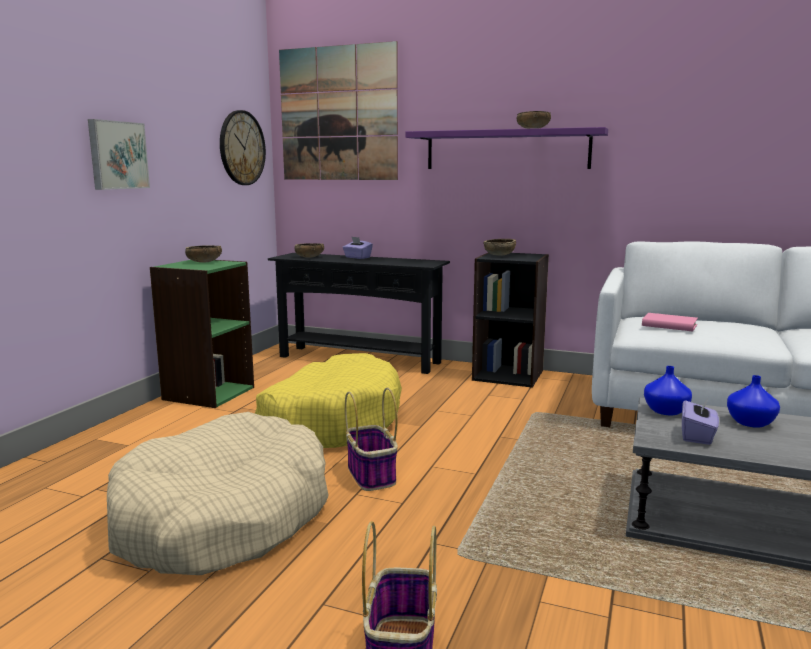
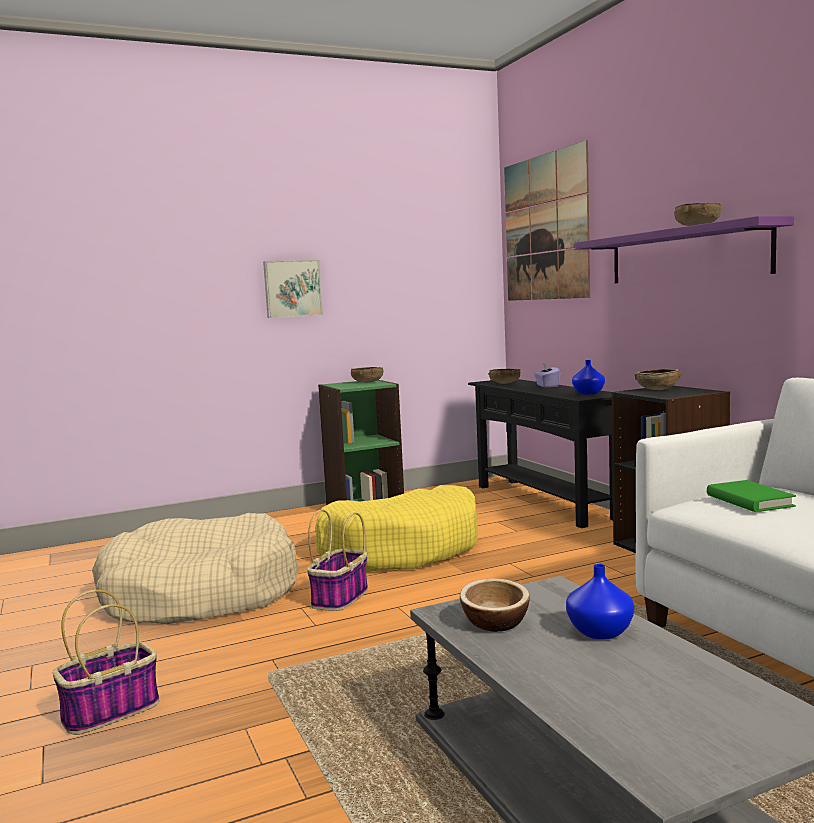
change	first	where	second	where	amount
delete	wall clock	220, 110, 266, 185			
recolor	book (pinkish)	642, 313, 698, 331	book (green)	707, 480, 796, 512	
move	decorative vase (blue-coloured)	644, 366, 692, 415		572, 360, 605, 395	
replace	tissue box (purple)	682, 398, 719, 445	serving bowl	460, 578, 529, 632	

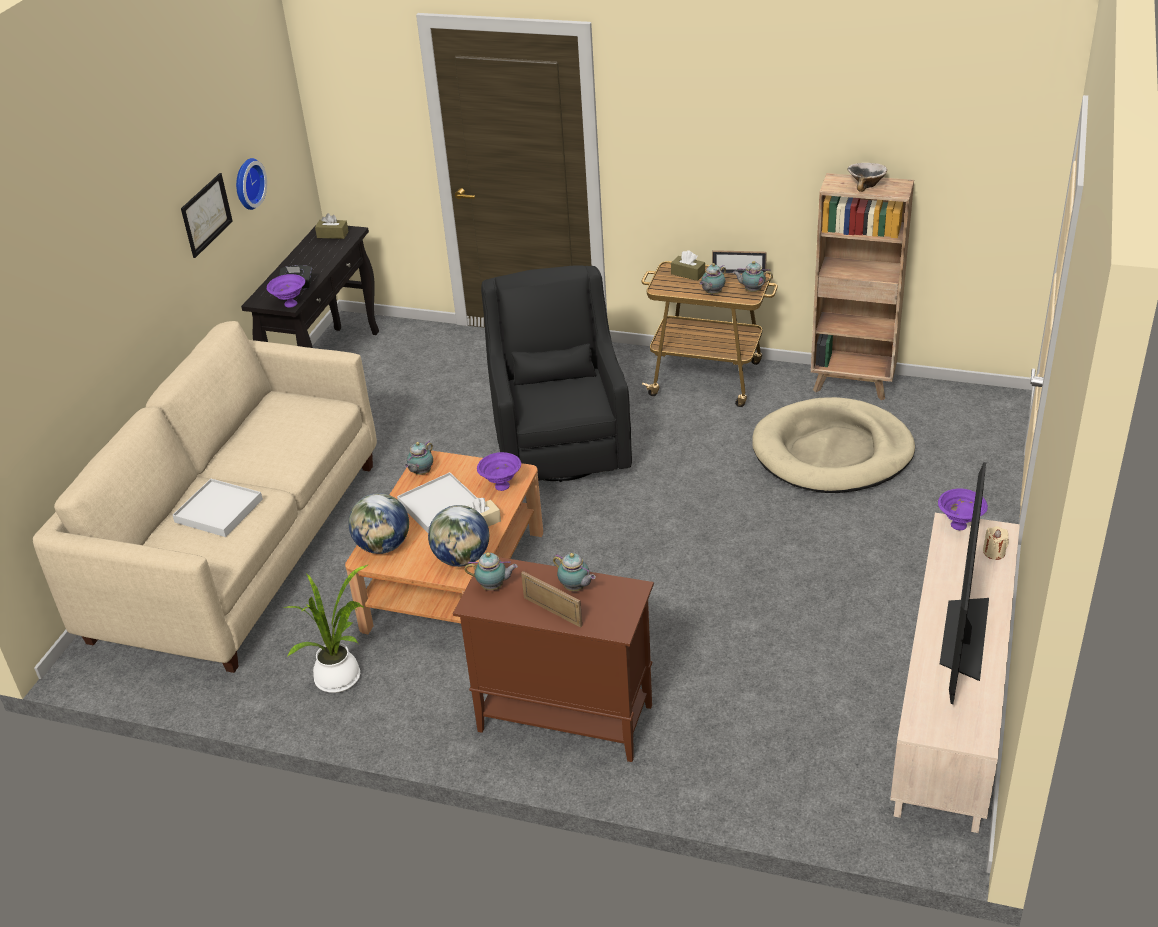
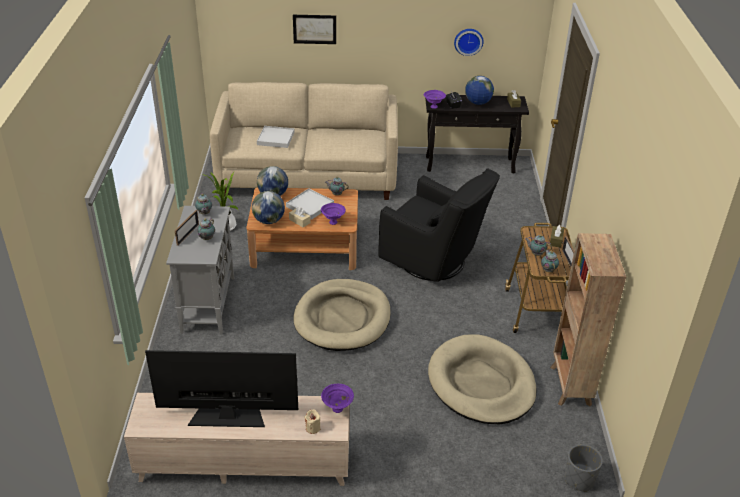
change	first	where	second	where	amount
delete	serving bowl	847, 163, 887, 192			
move	picture	181, 173, 233, 258		293, 15, 336, 44	
rotate	easy chair (black-coloured)	481, 266, 632, 482		378, 168, 500, 282	60 degrees clockwise
recolor	storage cabinet (brown-coloured)	453, 557, 654, 762	storage cabinet (gray)	166, 206, 234, 334	
insert			globe	465, 76, 494, 105	
insert			dog bed (sand-coloured)	293, 279, 391, 351	
insert			plant pot (gray)	565, 444, 603, 492	

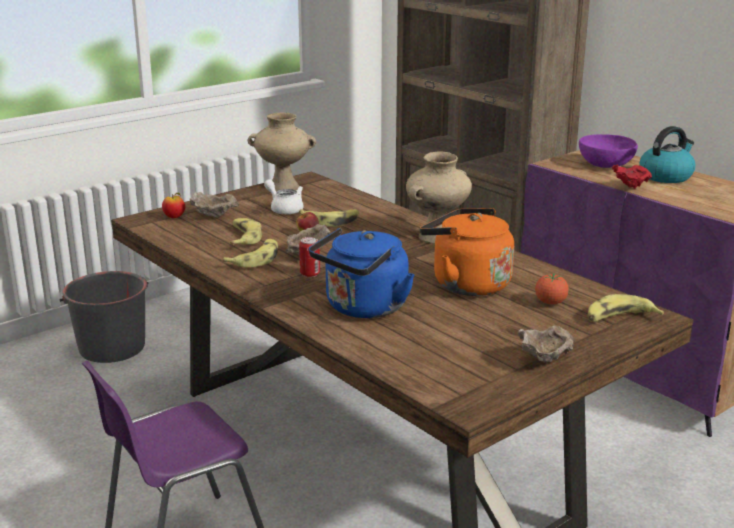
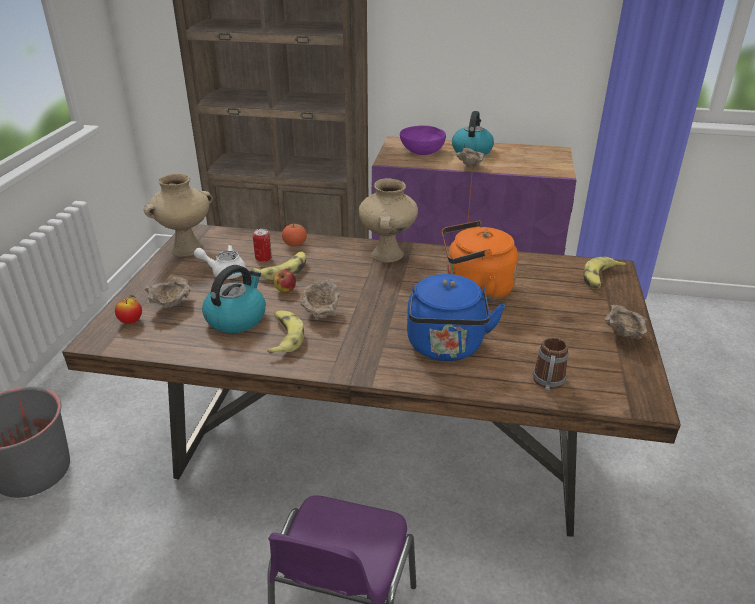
change	first	where	second	where	amount
recolor	serving bowl (red)	612, 165, 652, 189	serving bowl (sand-coloured)	456, 148, 486, 167	
replace	whole banana	230, 218, 262, 245	water kettle	202, 265, 266, 333	
move	sealed can	299, 237, 320, 277		253, 229, 272, 262	
move	tomato	535, 273, 569, 305		282, 223, 307, 247	
insert			tea mug	533, 337, 569, 391	

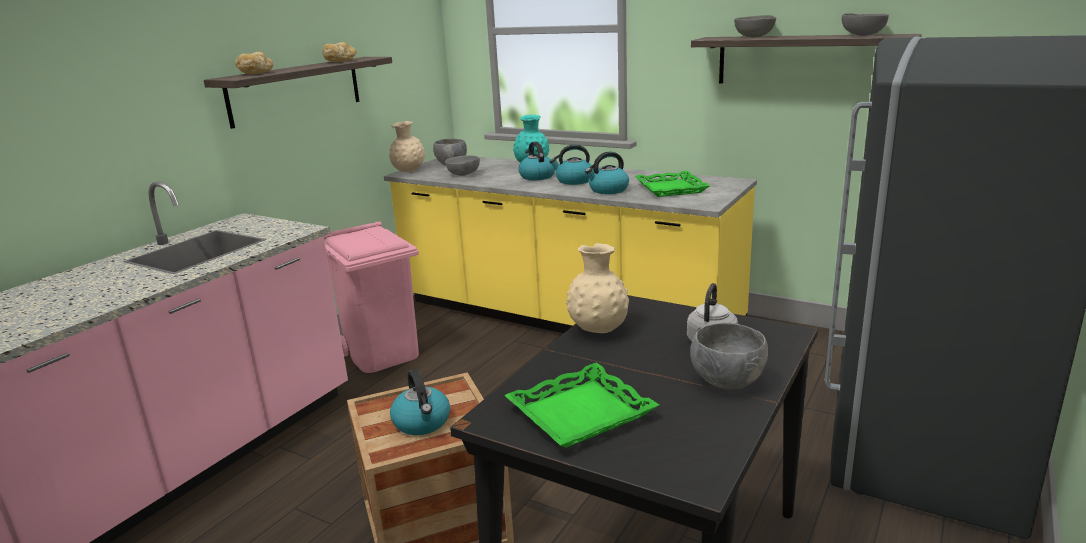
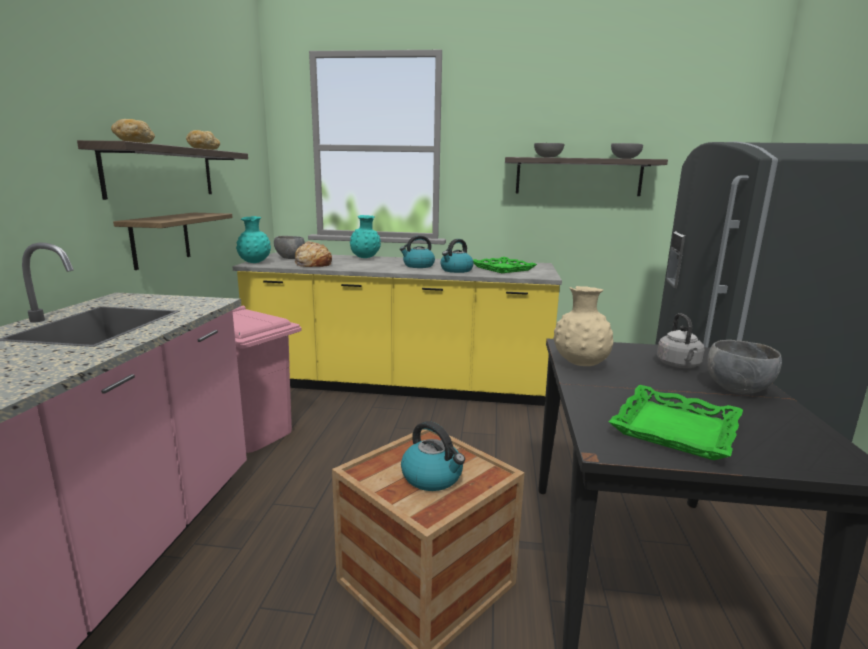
change	first	where	second	where	amount
recolor	decorative vase (sand-coloured)	389, 121, 425, 172	decorative vase (blue-green)	236, 216, 271, 263	
delete	water kettle	518, 141, 555, 180			
replace	serving bowl (gray)	445, 155, 480, 176	bakery bread	295, 241, 332, 267	
insert			shelf	113, 213, 233, 270	

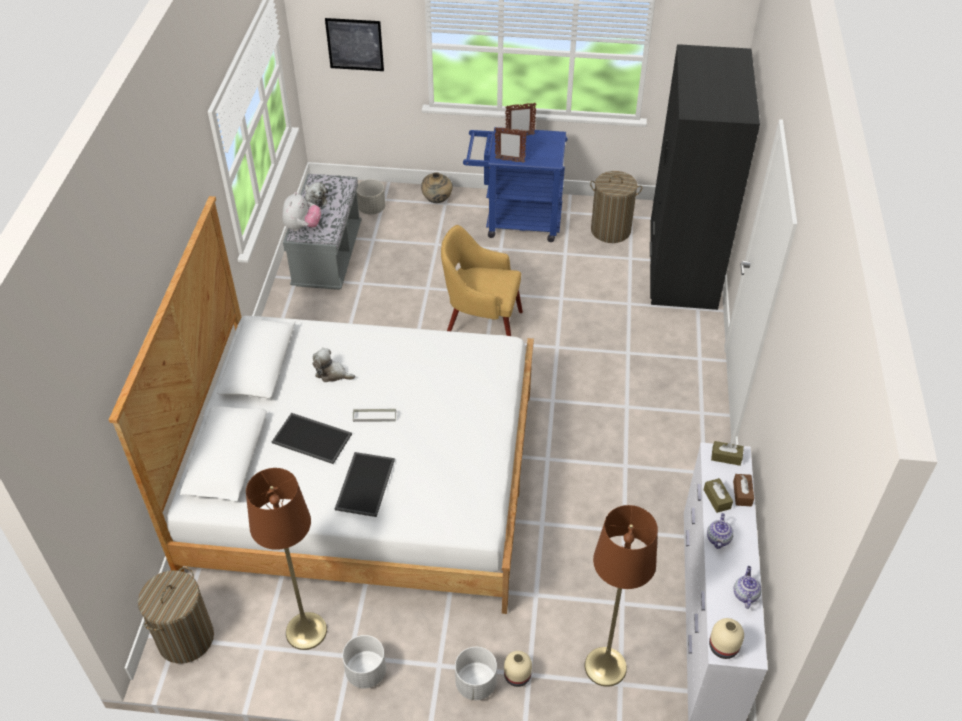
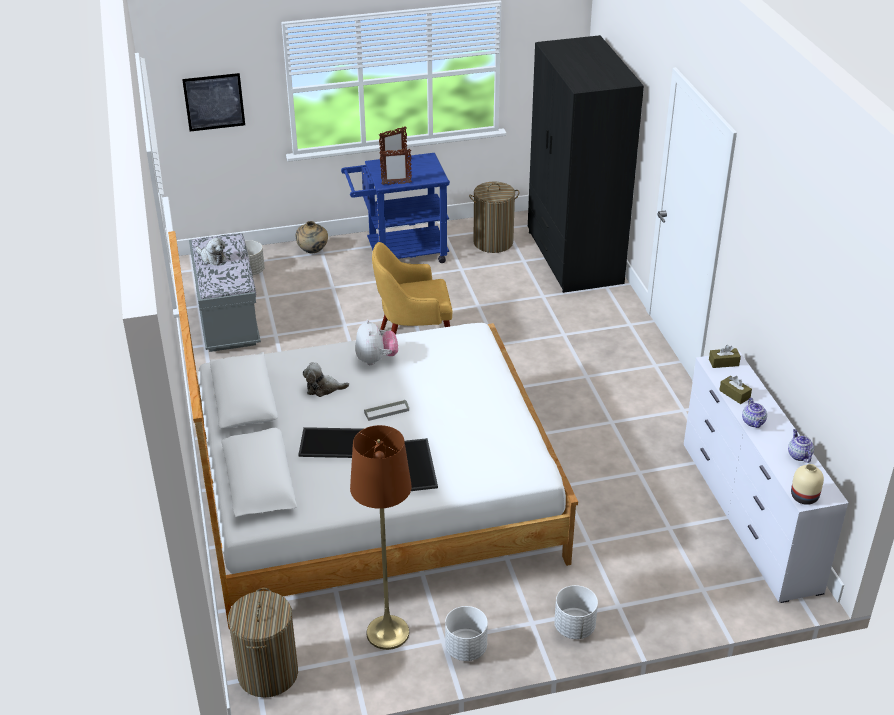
change	first	where	second	where	amount
move	plush toy	282, 192, 321, 231		355, 319, 398, 365	
delete	tissue box (brown-coloured)	733, 474, 754, 506			
delete	standard lamp (brown-coloured)	585, 505, 658, 687			
delete	decorative vase (sand-coloured)	504, 651, 532, 687			

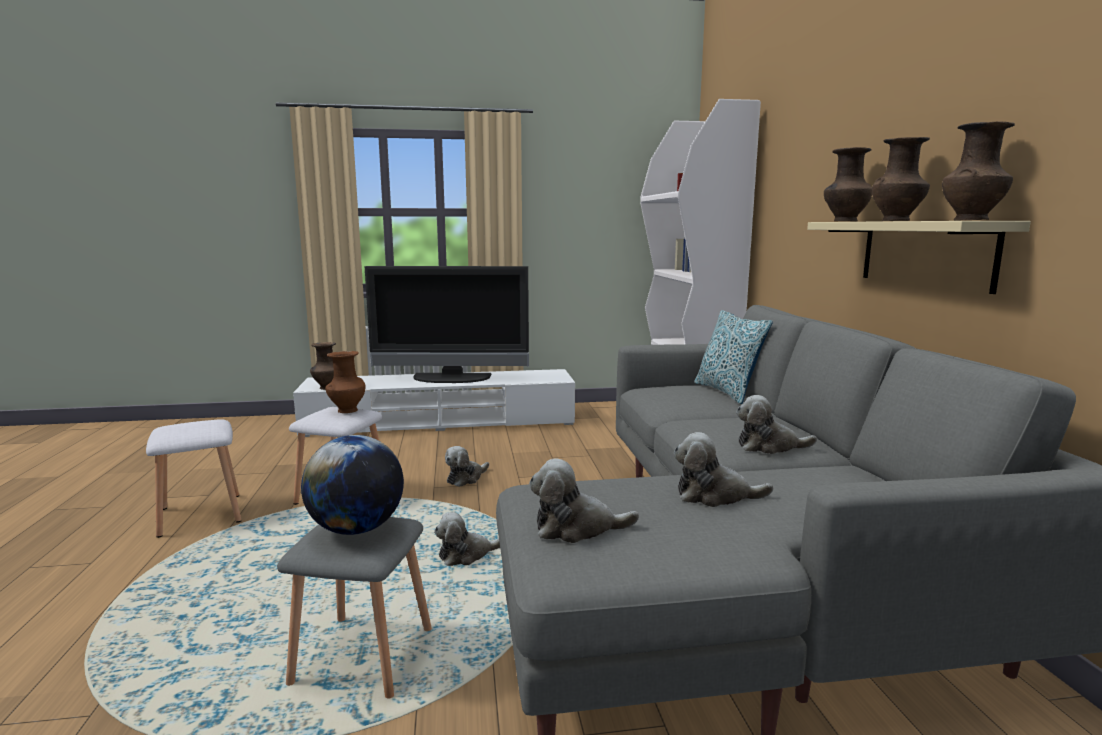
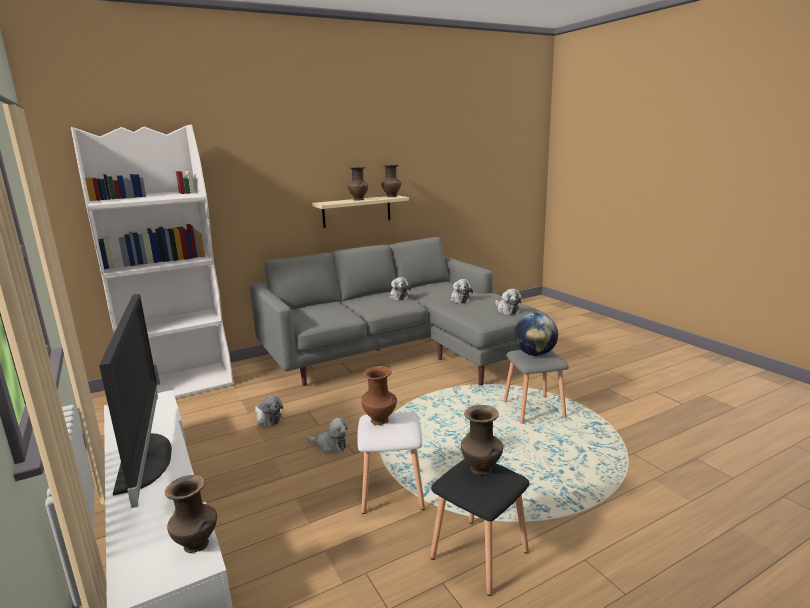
change	first	where	second	where	amount
move	decorative vase (brown-coloured)	824, 147, 872, 222		461, 405, 503, 475	
delete	throw pillow	694, 310, 773, 404			
recolor	stool seat (white)	146, 419, 242, 538	stool seat (black-coloured)	430, 459, 529, 596	
move	plush toy	434, 512, 500, 566		255, 396, 283, 427	

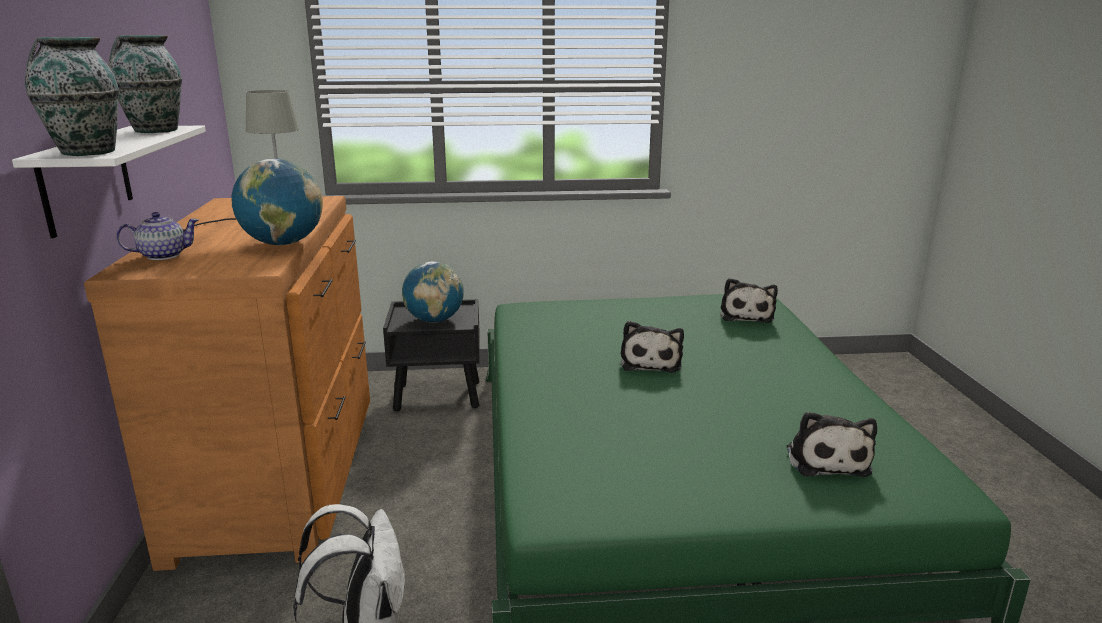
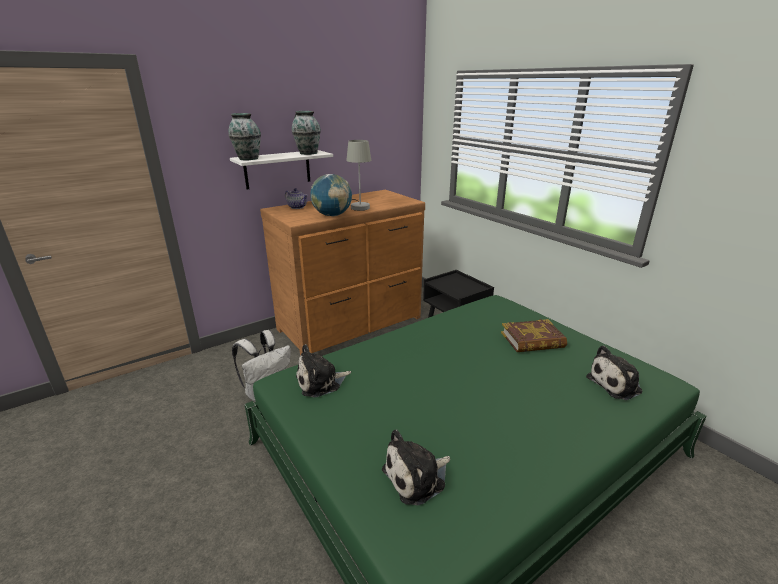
change	first	where	second	where	amount
delete	globe	402, 261, 464, 323			
move	plush toy	621, 321, 684, 373		296, 344, 351, 398	
insert			book	501, 319, 567, 352	

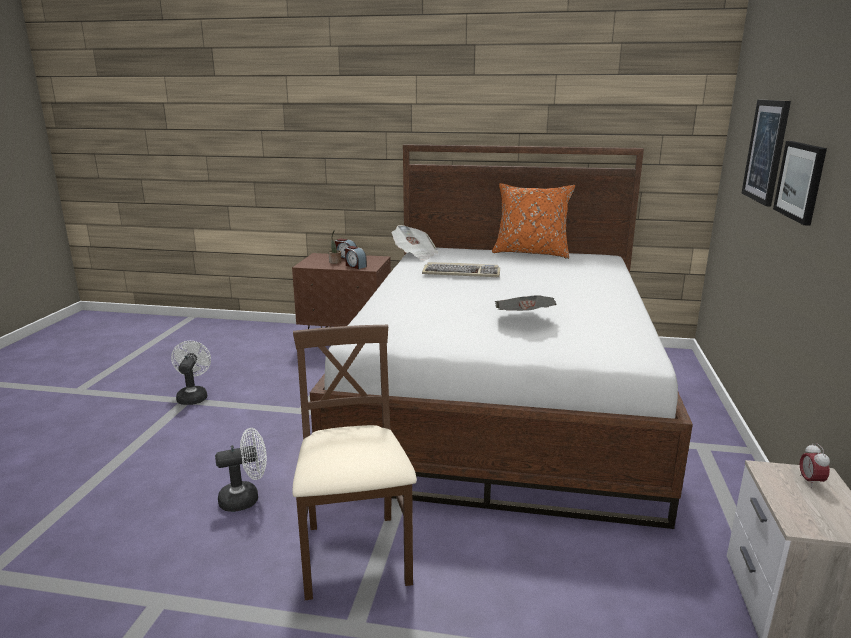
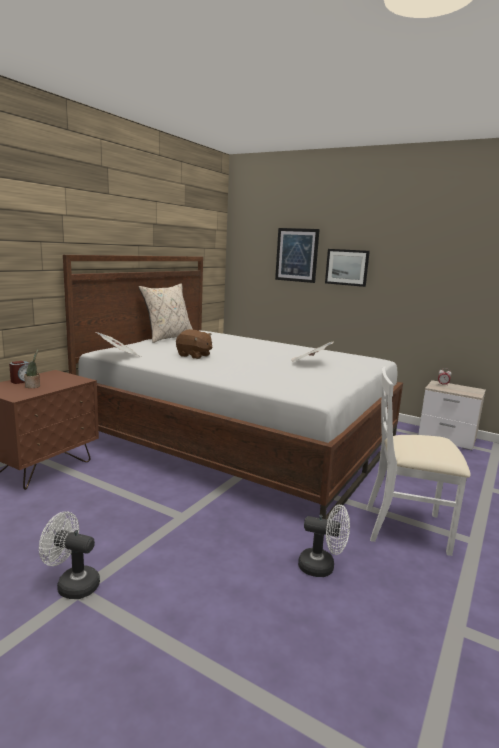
change	first	where	second	where	amount
recolor	throw pillow (orange)	492, 183, 575, 259	throw pillow (sand-coloured)	139, 283, 193, 343	
delete	alarm clock	345, 246, 367, 269			
replace	PC keyboard	422, 262, 500, 277	plush toy (brown-coloured)	176, 329, 212, 359	
recolor	plain chair (brown-coloured)	292, 325, 417, 600	plain chair (white)	366, 367, 471, 556	
rotate	electric fan (white)	215, 428, 267, 512		298, 505, 350, 577	105 degrees clockwise

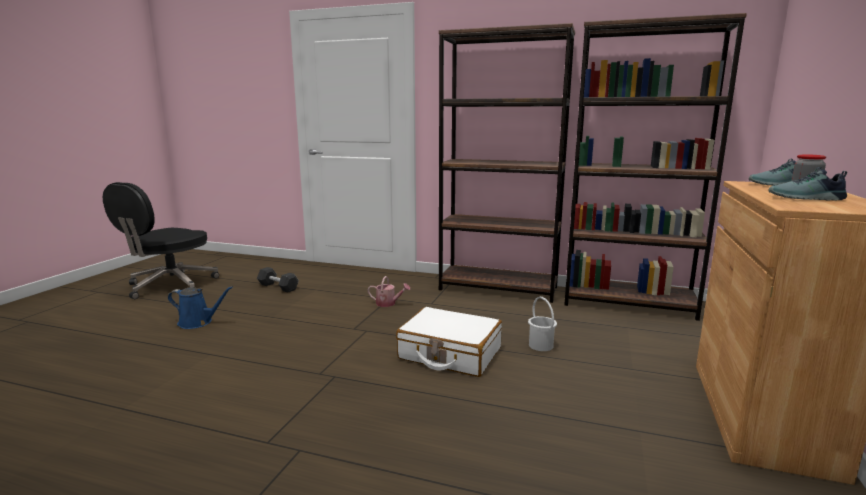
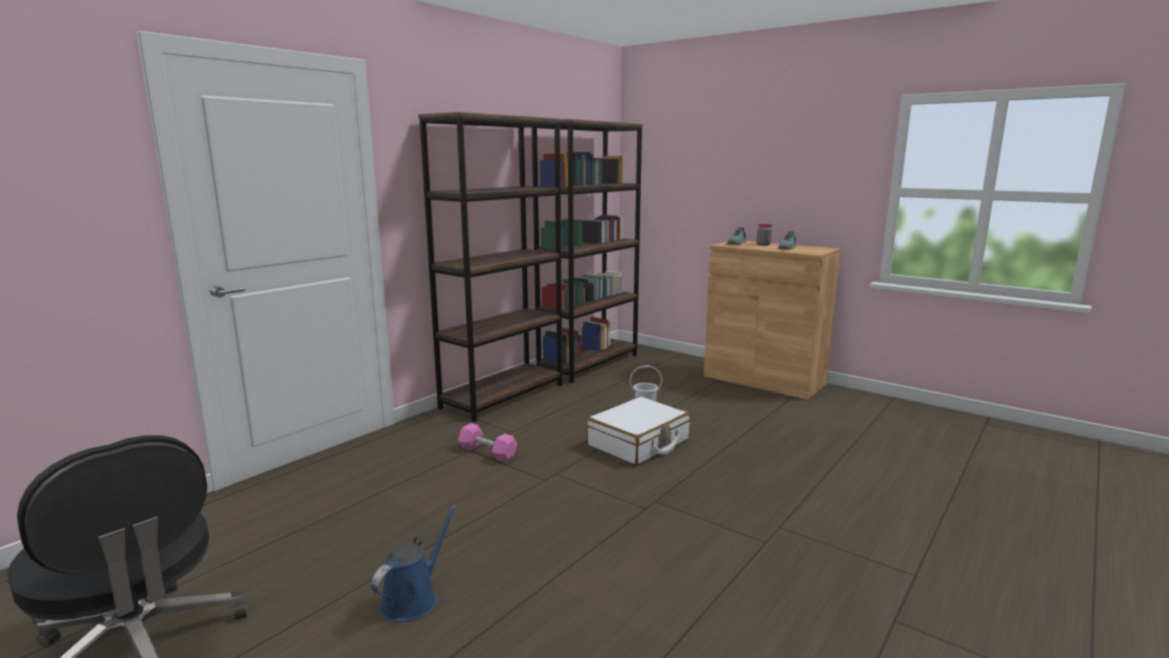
change	first	where	second	where	amount
delete	free weight (black-coloured)	257, 267, 299, 293			
replace	sprinkling can	368, 276, 410, 307	free weight (pinkish)	458, 423, 517, 462	

